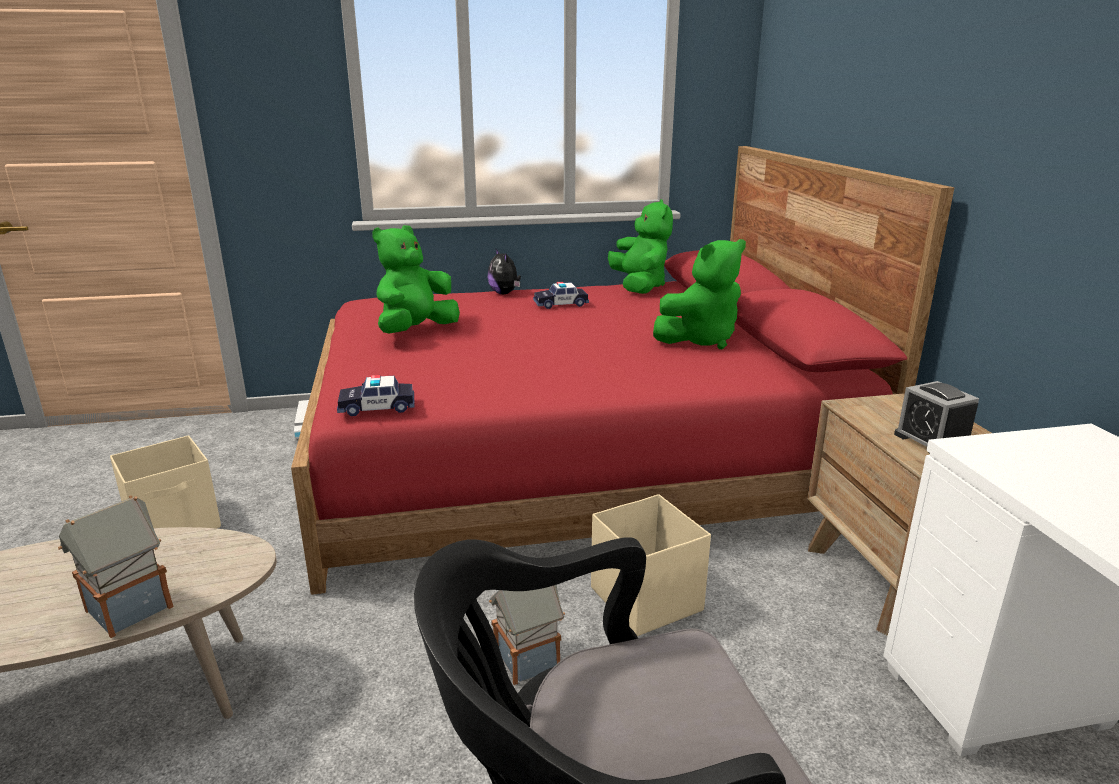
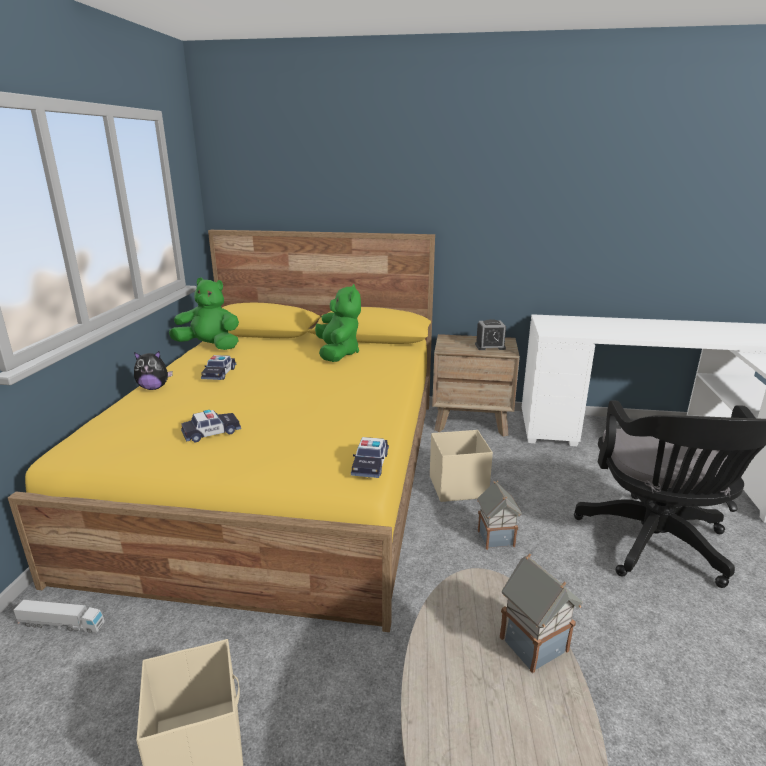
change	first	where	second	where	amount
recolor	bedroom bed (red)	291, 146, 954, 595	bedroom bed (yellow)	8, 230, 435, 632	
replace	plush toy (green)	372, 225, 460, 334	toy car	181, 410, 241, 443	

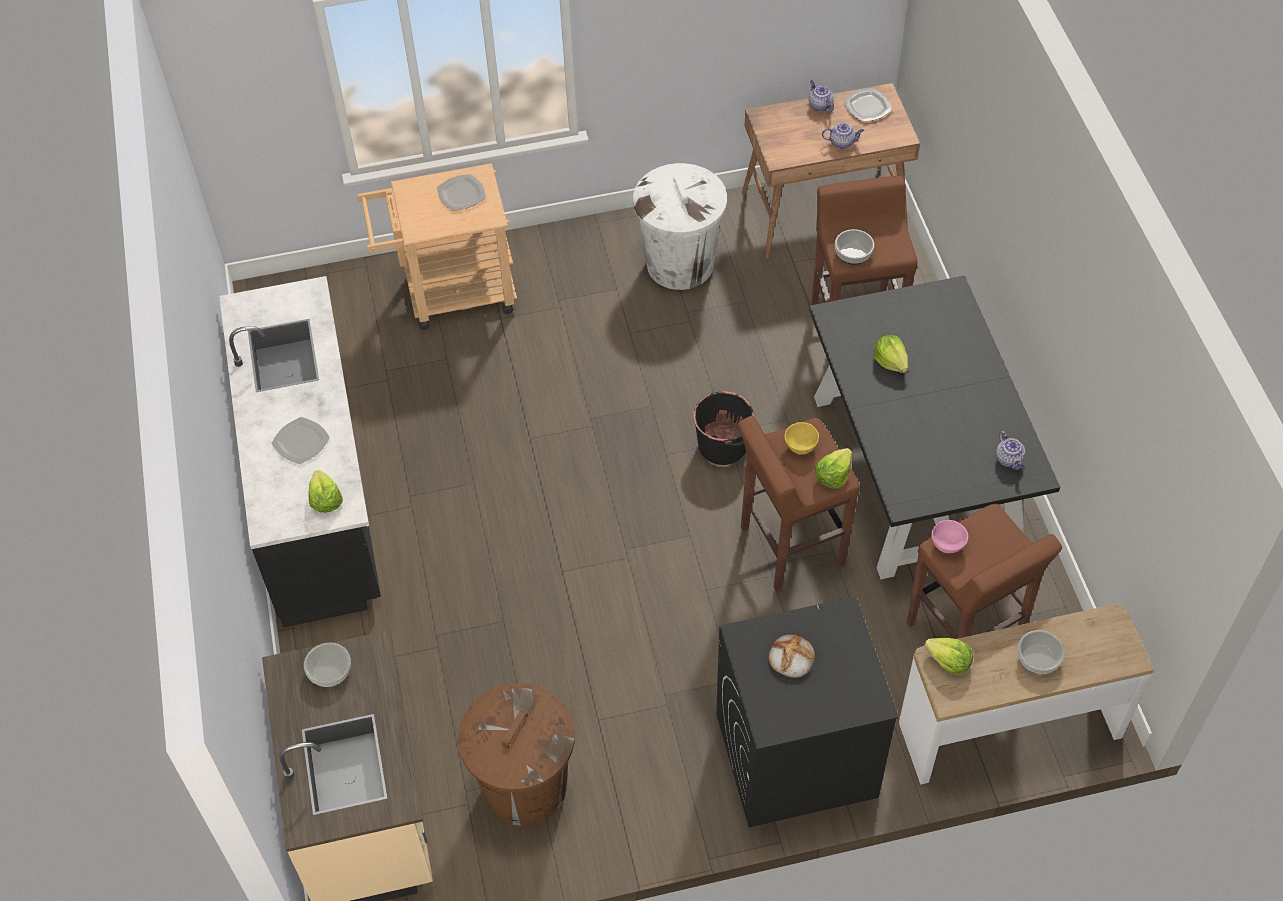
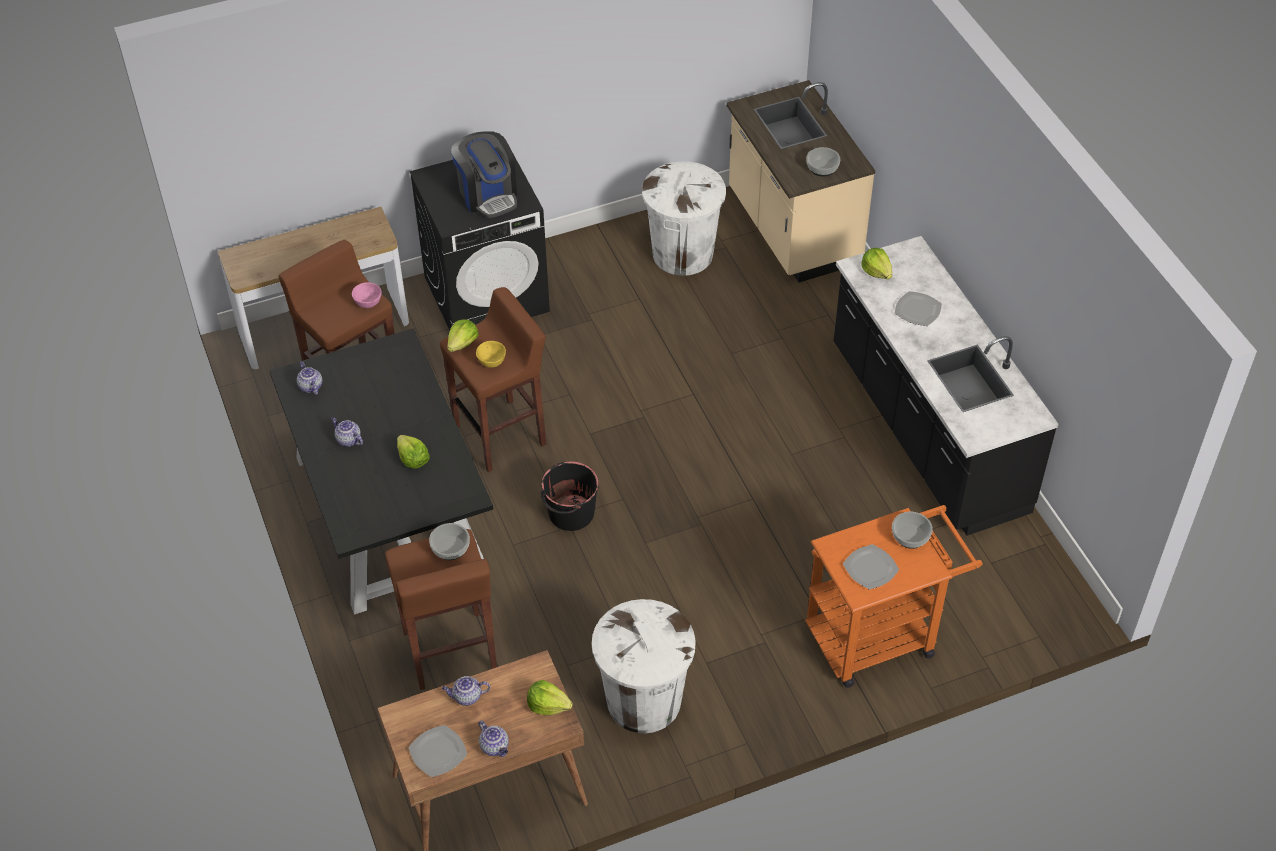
change	first	where	second	where	amount
recolor	cart (sand-coloured)	357, 163, 517, 330	cart (orange)	805, 505, 983, 688	
move	serving bowl	1018, 630, 1065, 674		892, 512, 933, 549	
replace	bakery bread	768, 635, 815, 678	coffee maker	451, 131, 517, 218	
move	head of lettuce	924, 638, 973, 675		527, 680, 573, 715	
recolor	waste bin (brown-coloured)	458, 683, 575, 826	waste bin (white)	642, 161, 726, 276	
insert			pot for tea	331, 417, 363, 447	

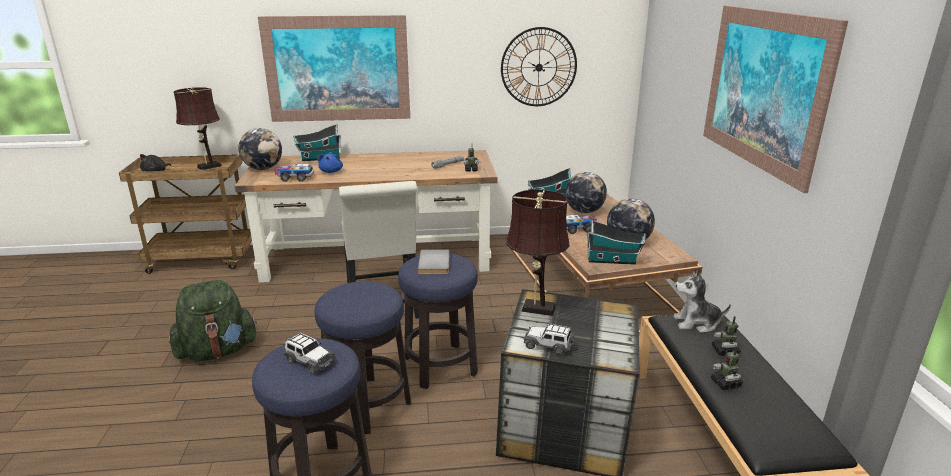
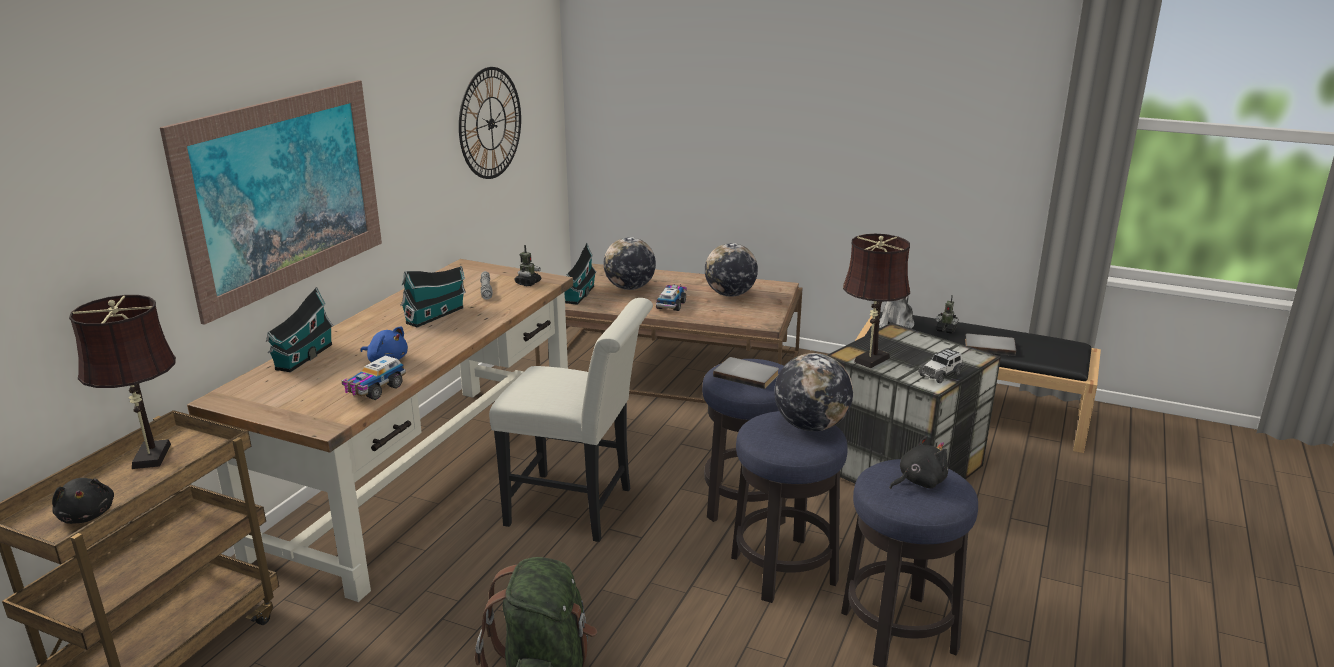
change	first	where	second	where	amount
delete	picture	703, 5, 848, 193			
move	globe	238, 128, 282, 170		774, 353, 853, 432	
move	miniature house	587, 221, 646, 265		400, 266, 466, 328	
replace	toy car	284, 333, 336, 374	plush toy (black-coloured)	889, 436, 948, 489	
replace	toy robot	711, 346, 743, 390	book (gray)	965, 334, 1016, 356	

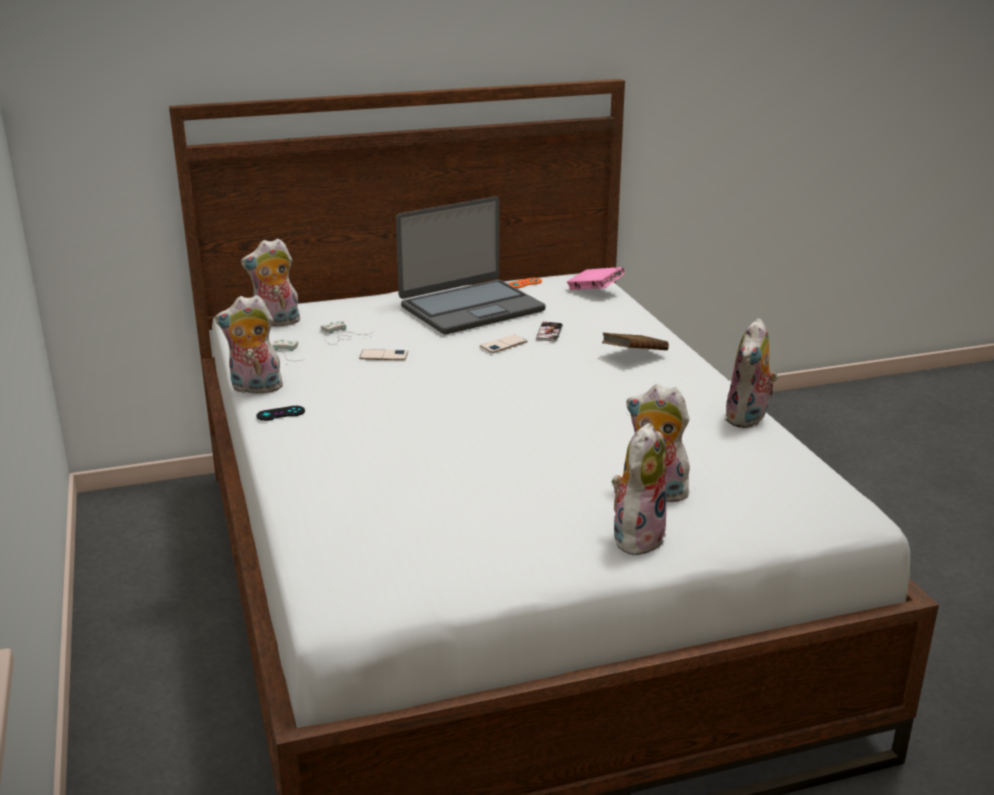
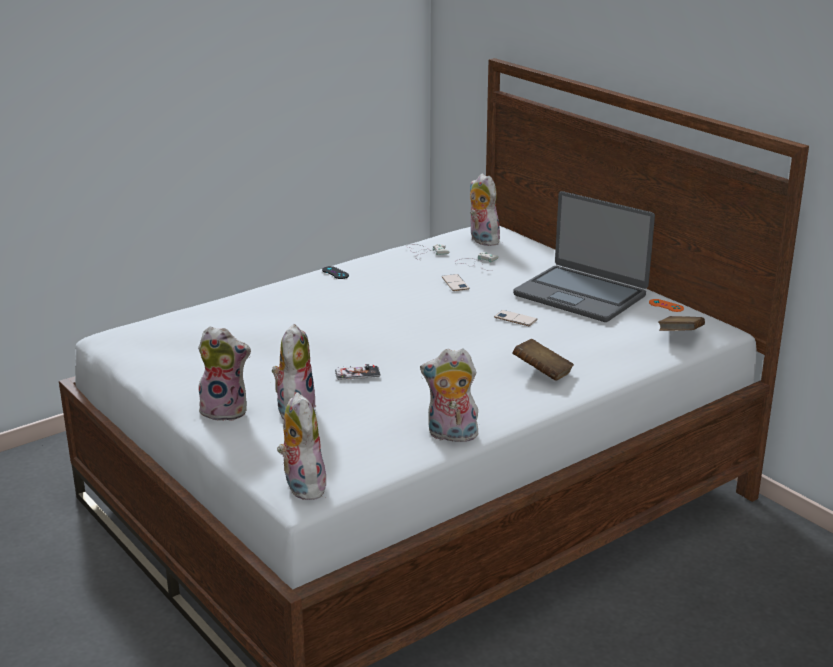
change	first	where	second	where	amount
recolor	book (pinkish)	567, 267, 625, 290	book (brown-coloured)	658, 316, 705, 331	
move	plush toy	215, 295, 283, 394		277, 392, 326, 500	
move	phone	536, 322, 563, 342		335, 364, 381, 380	

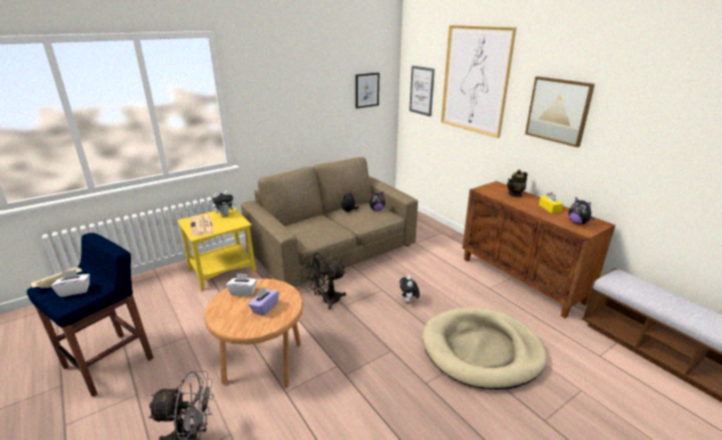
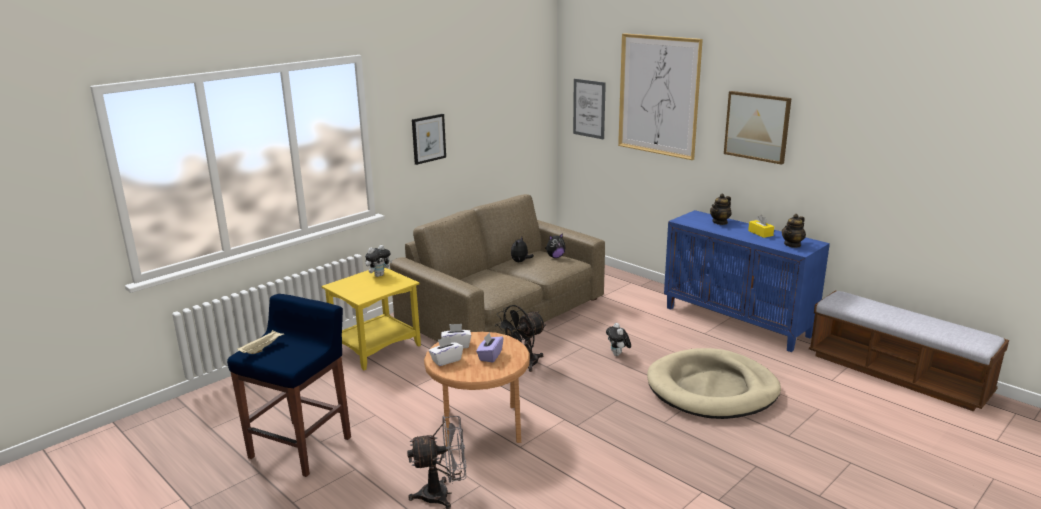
change	first	where	second	where	amount
move	picture	355, 72, 379, 109		412, 114, 446, 165	
recolor	storage cabinet (brown-coloured)	462, 181, 615, 318	storage cabinet (blue-coloured)	664, 210, 830, 352	
replace	plush toy	569, 197, 595, 225	pot for tea	782, 214, 806, 248	
delete	printed paper	189, 215, 214, 236			
move	tissue box (white)	51, 269, 90, 297		429, 337, 463, 366	

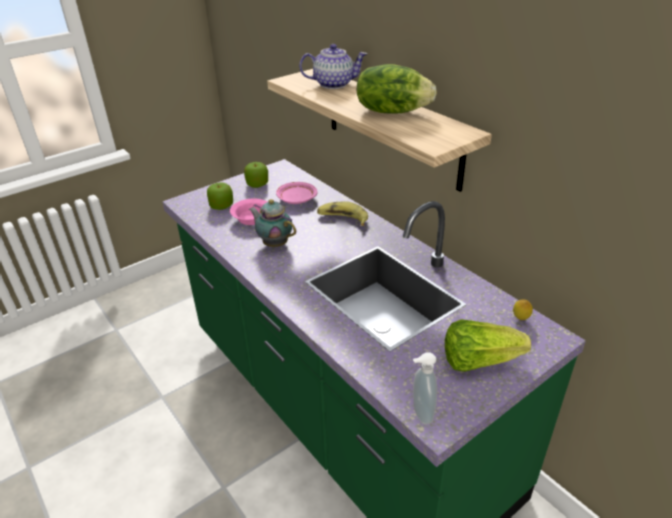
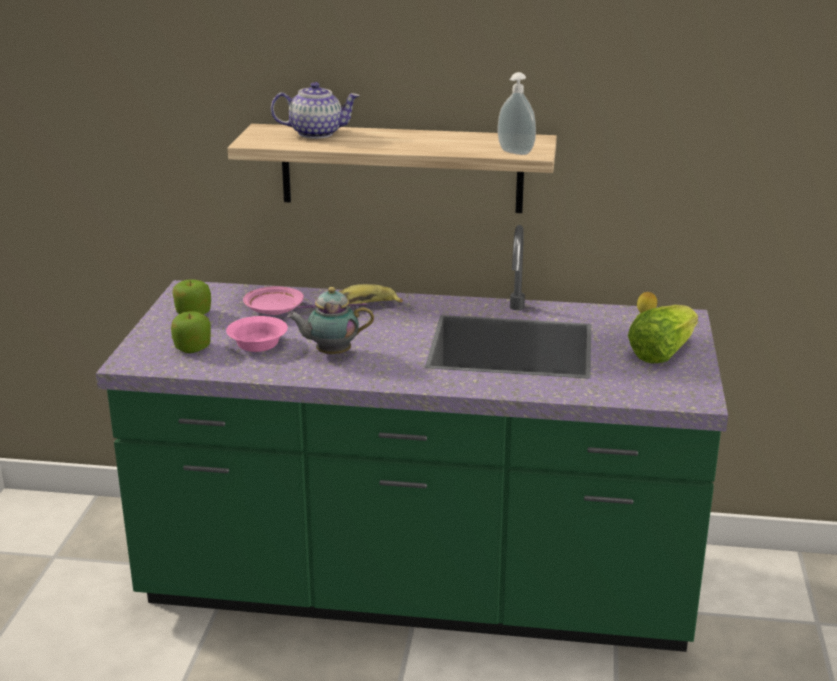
change	first	where	second	where	amount
rotate	pot for tea	299, 44, 367, 89		271, 82, 360, 139	45 degrees clockwise
delete	head of lettuce	357, 64, 437, 114			
move	soap dispenser	413, 352, 437, 425		498, 72, 536, 155	

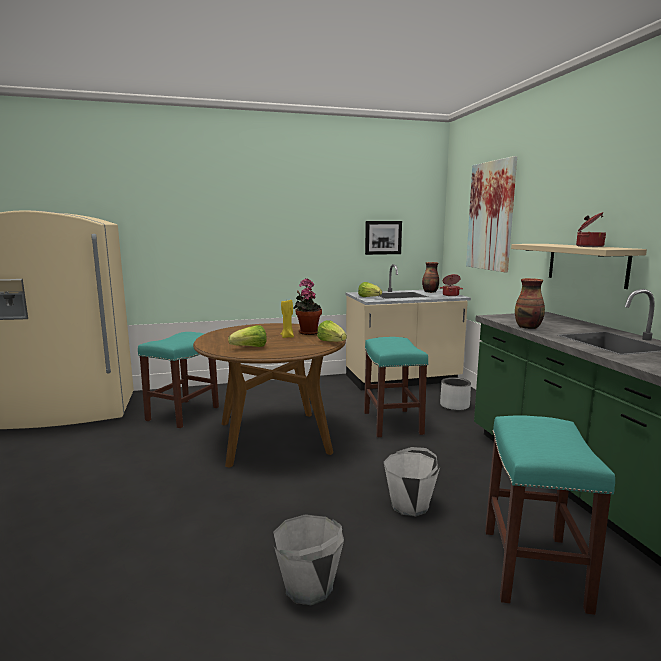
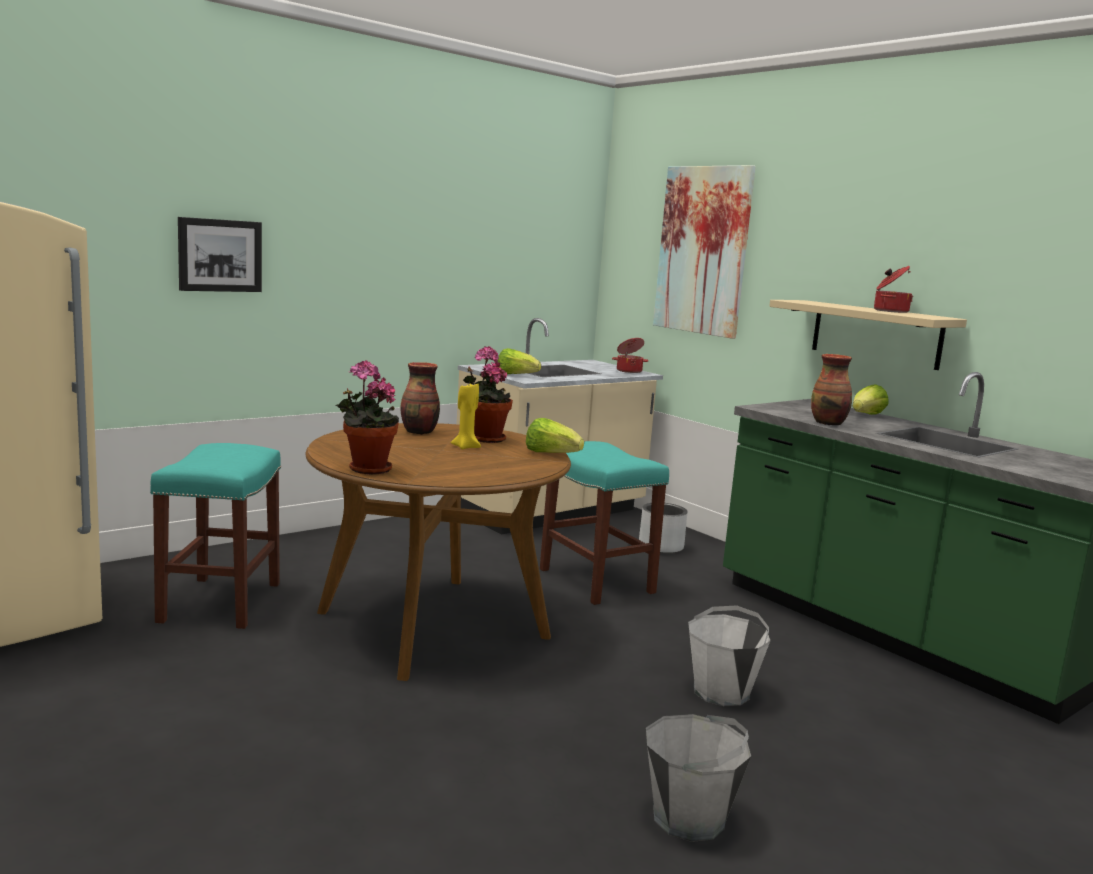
change	first	where	second	where	amount
move	picture	365, 221, 402, 255		178, 217, 262, 292	
move	decorative vase	422, 262, 439, 293		400, 362, 440, 435	
move	head of lettuce	228, 325, 267, 347		853, 384, 889, 415	
delete	stool seat (blue-green)	485, 415, 615, 615			
insert			plant in a pot	336, 360, 399, 474	

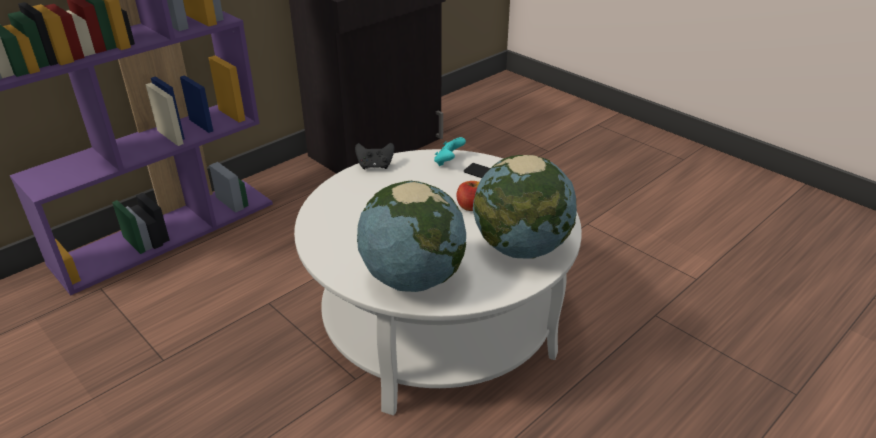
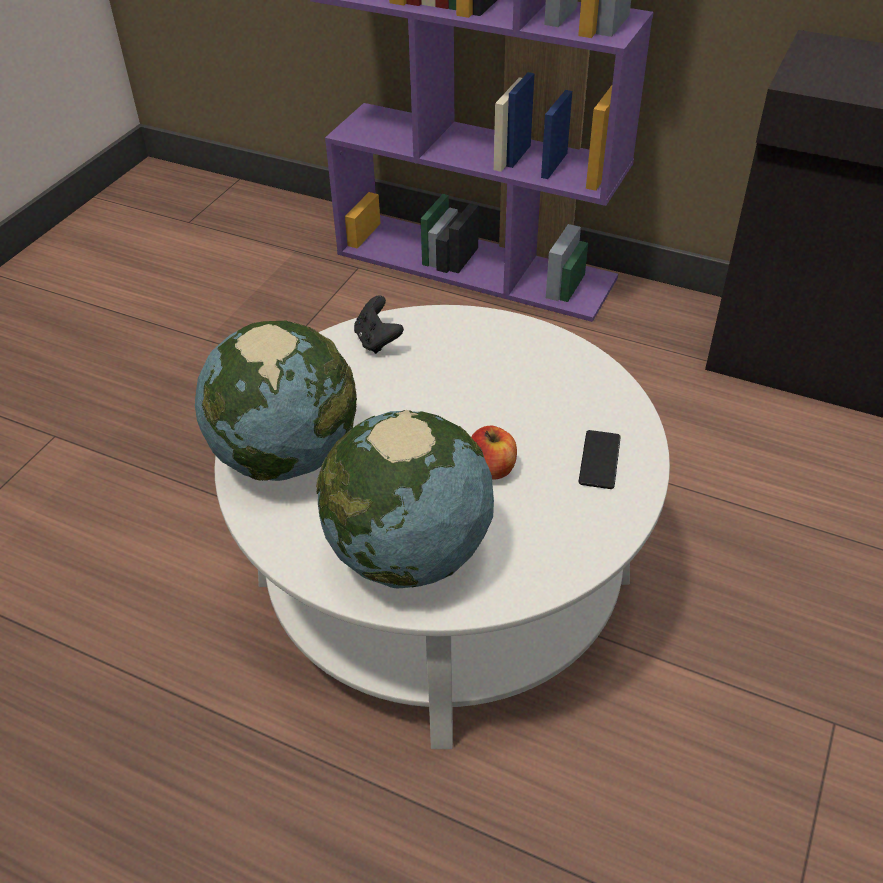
change	first	where	second	where	amount
delete	game controller (blue-green)	434, 137, 466, 166			
move	game controller (black-coloured)	355, 143, 394, 169		354, 295, 404, 354	

